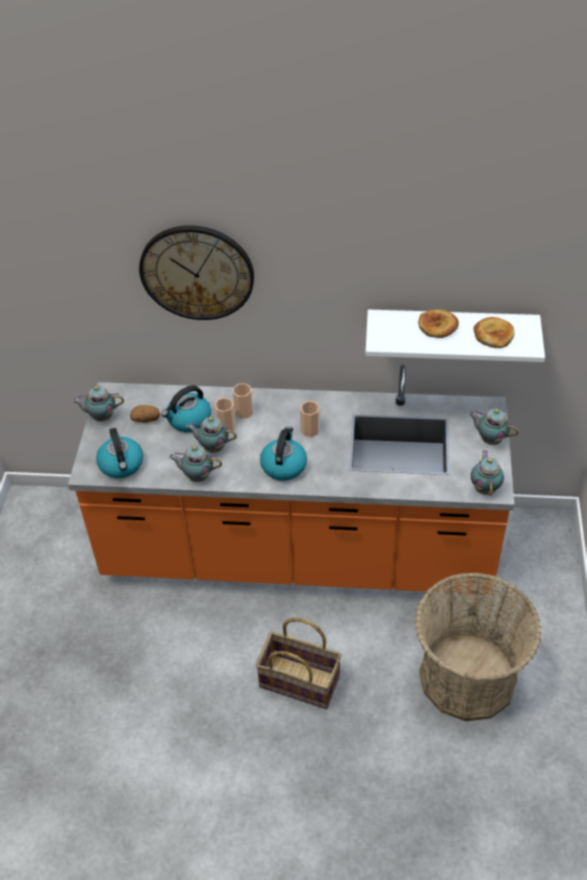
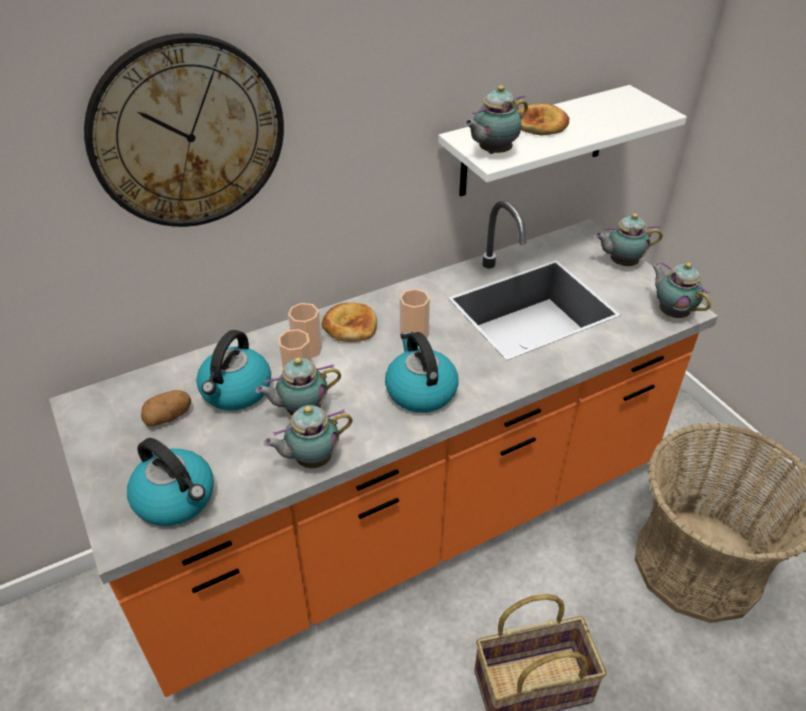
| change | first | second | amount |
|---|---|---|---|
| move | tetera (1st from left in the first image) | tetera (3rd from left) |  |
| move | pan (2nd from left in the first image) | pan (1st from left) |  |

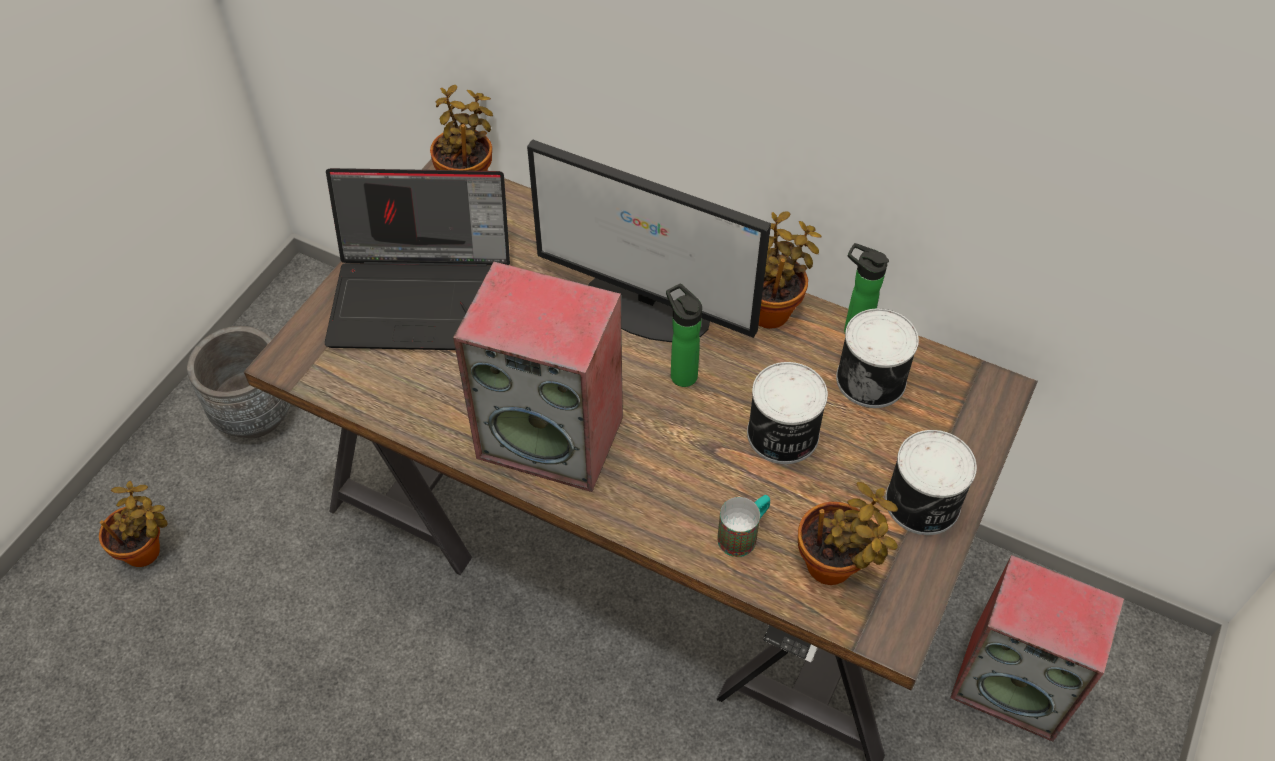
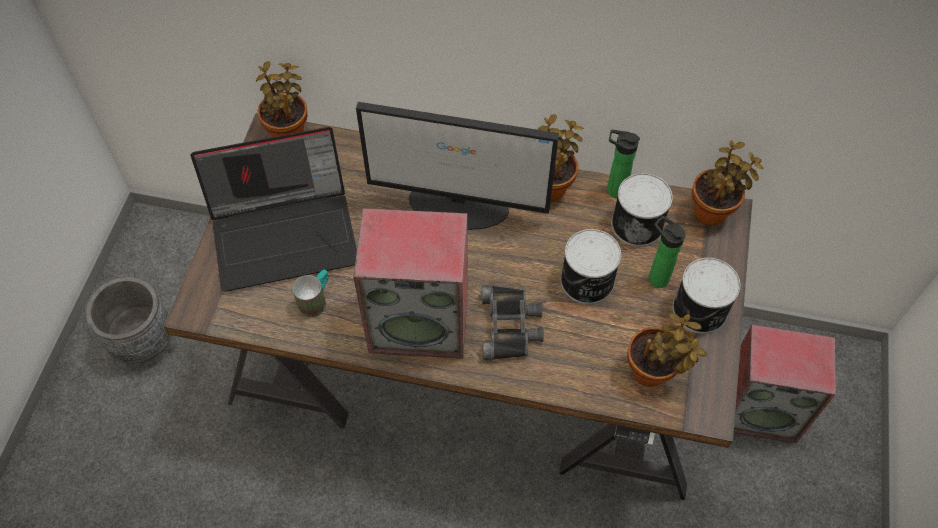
| change | first | second | amount |
|---|---|---|---|
| move | planta en maceta (1st from left in the first image) | planta en maceta (4th from left) |  |
| move | botella (1st from left in the first image) | botella (2nd from left) |  |
| move | taza grande |  |  |
| insert |  | prismáticos [negro] |  |

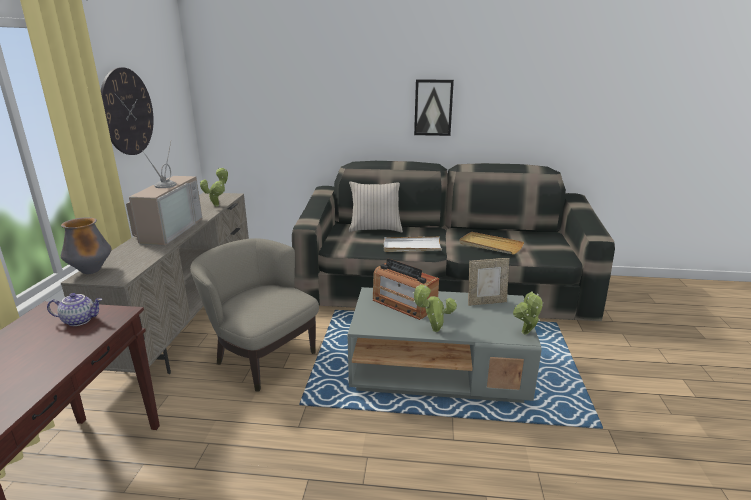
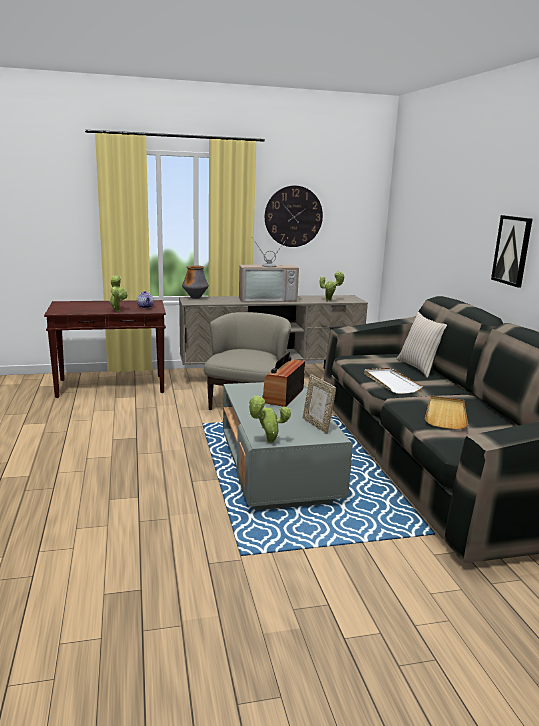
| change | first | second | amount |
|---|---|---|---|
| move | planta en maceta (2nd from left in the first image) | planta en maceta (1st from left) |  |

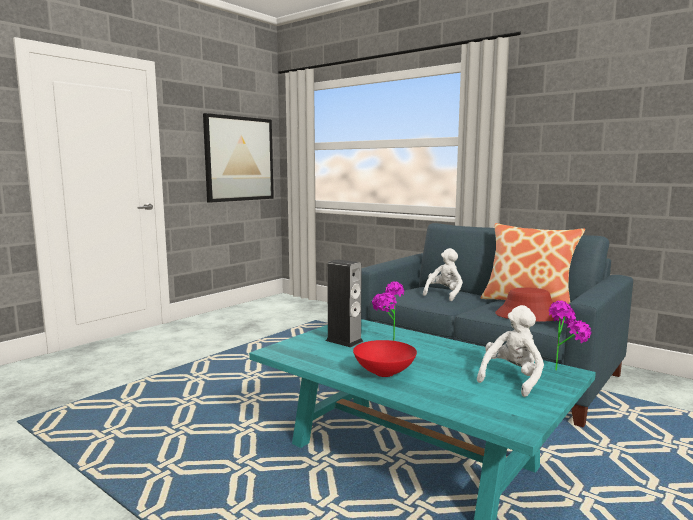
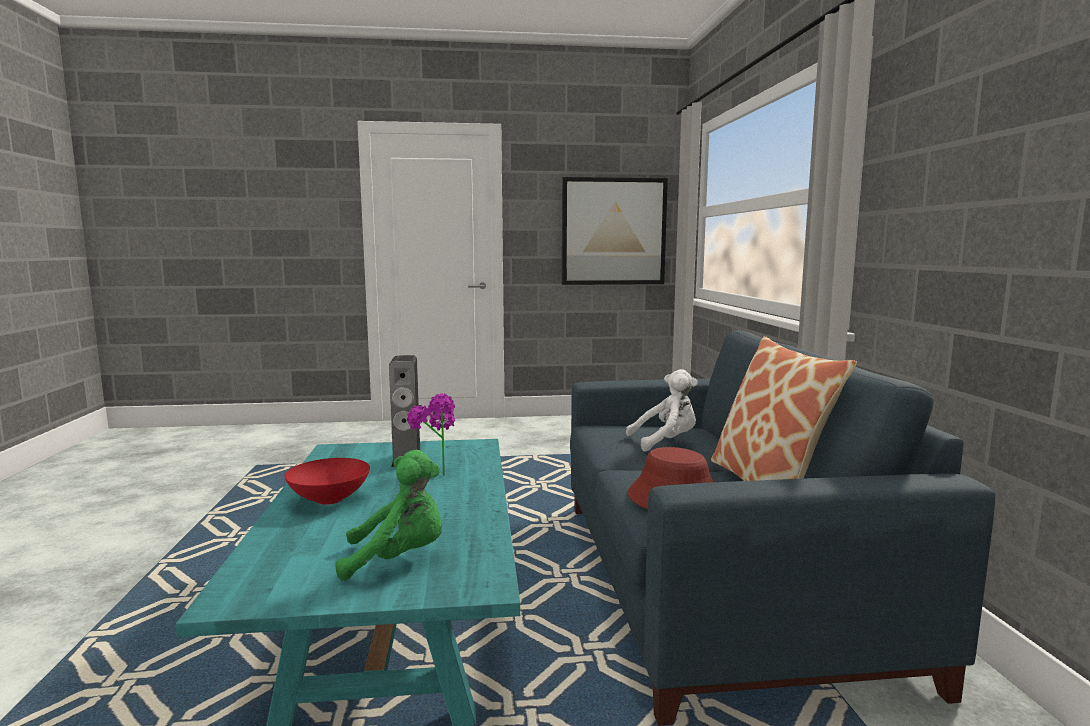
| change | first | second | amount |
|---|---|---|---|
| recolor | peluche [blanco] (2nd from left) | peluche [verde] |  |
| delete | planta en maceta (2nd from left) |  |  |

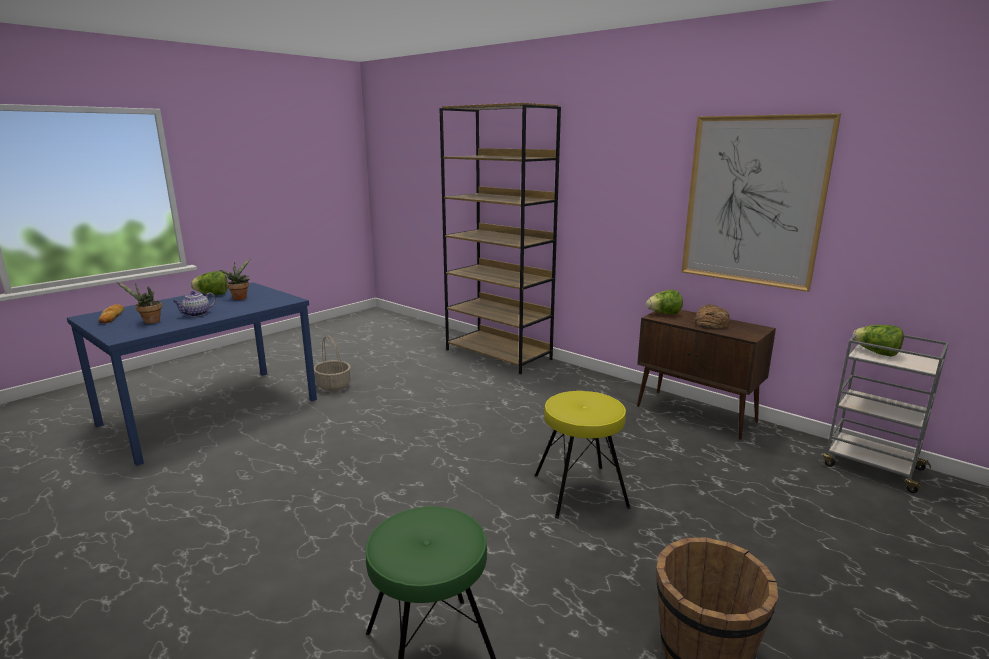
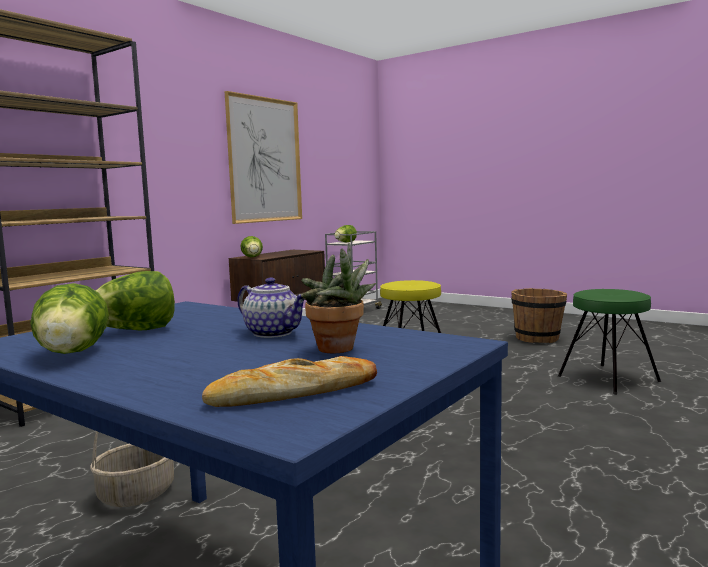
| change | first | second | amount |
|---|---|---|---|
| replace | planta en maceta (2nd from left) | lechuga (2nd from left) |  |
| delete | pan (2nd from left) |  |  |

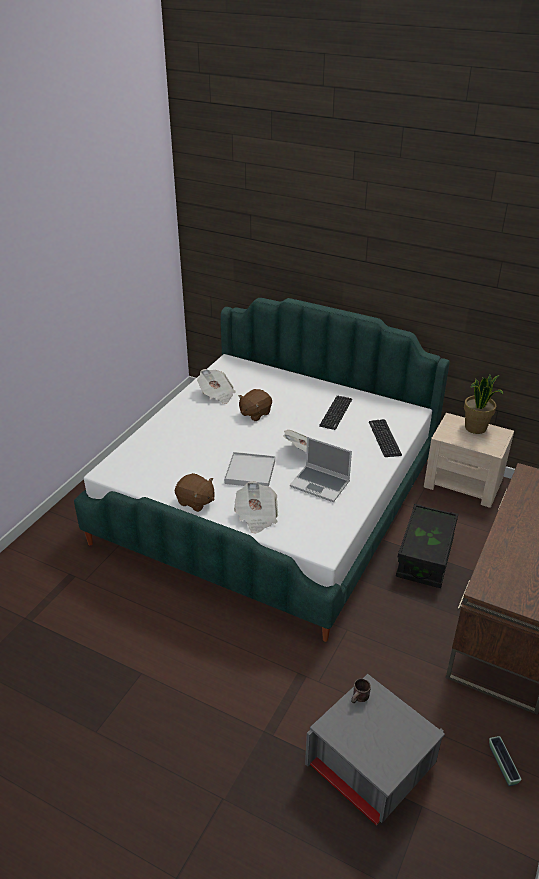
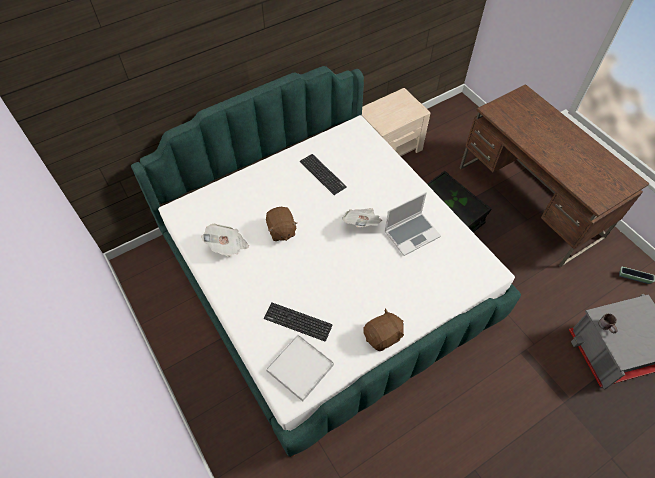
| change | first | second | amount |
|---|---|---|---|
| move | bandeja [blanco] |  |  |
| delete | periódico (2nd from left) |  |  |
| move | teclado (2nd from left in the first image) | teclado (1st from left) |  |
| delete | planta en maceta |  |  |

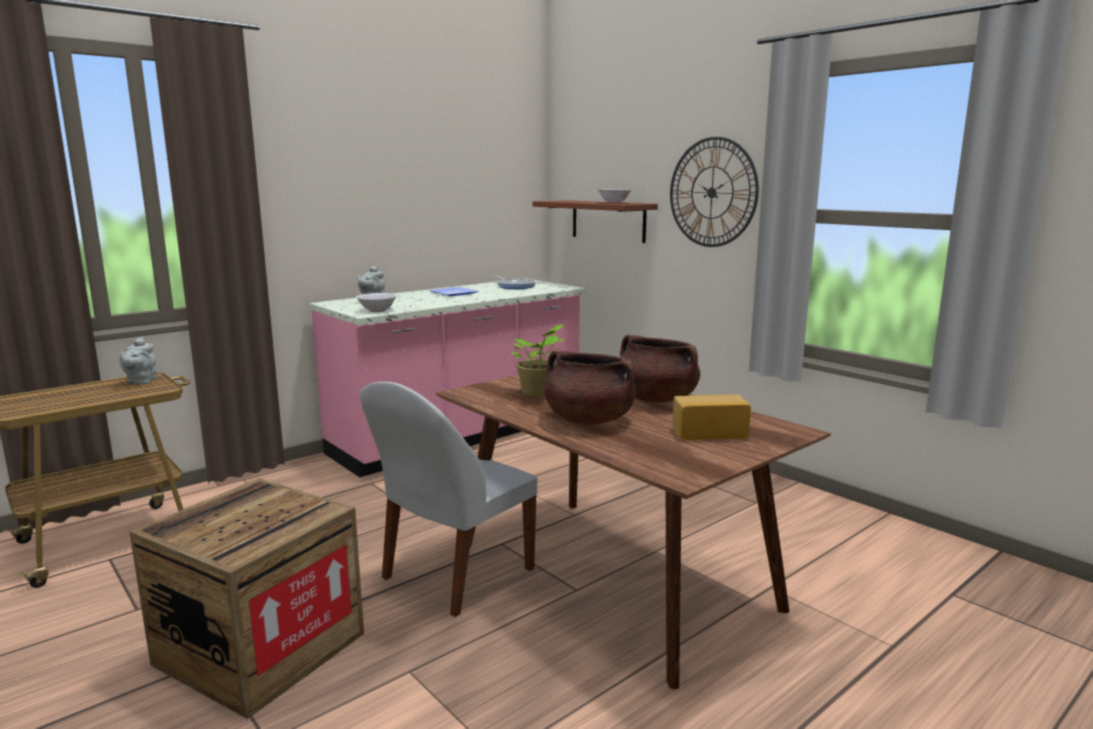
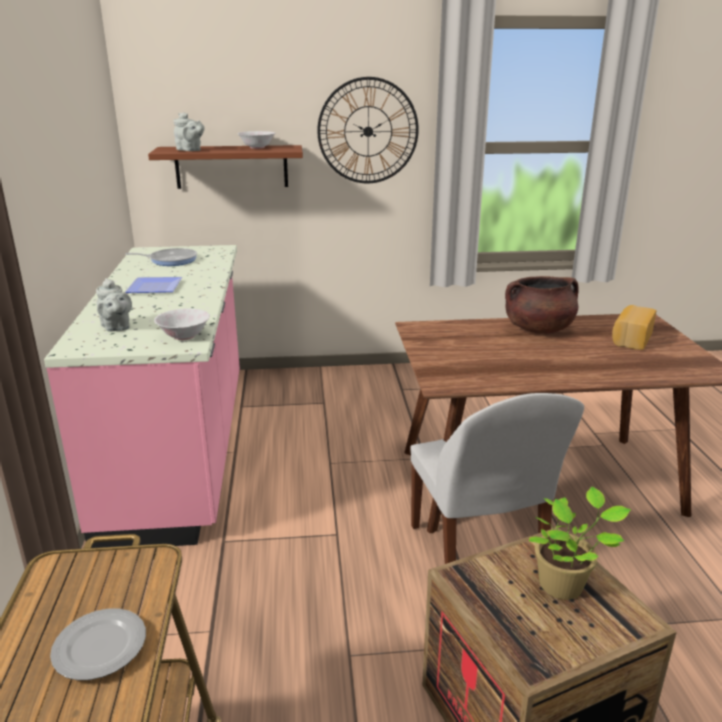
| change | first | second | amount |
|---|---|---|---|
| move | tetera [gris] (1st from left in the first image) | tetera [gris] (2nd from left) |  |
| move | planta en maceta |  |  |
| delete | olla [marrón] (1st from left) |  |  |
| insert |  | plato (1st from left) |  |

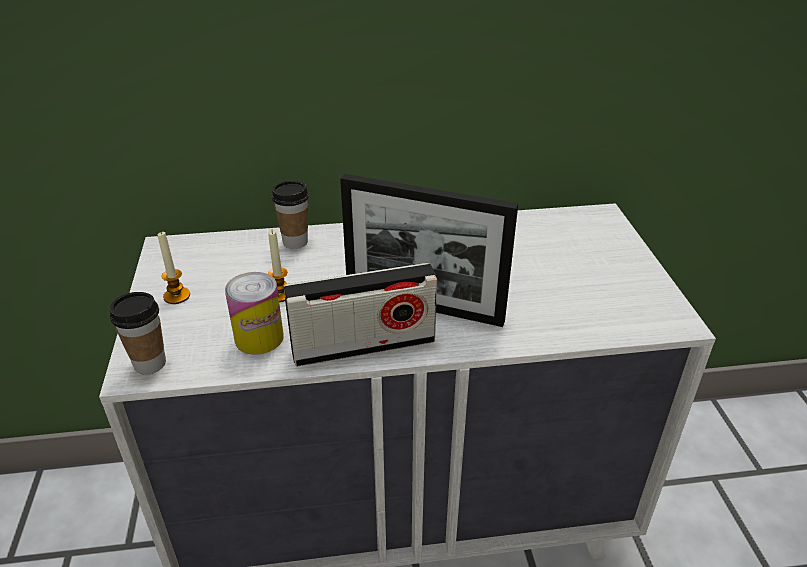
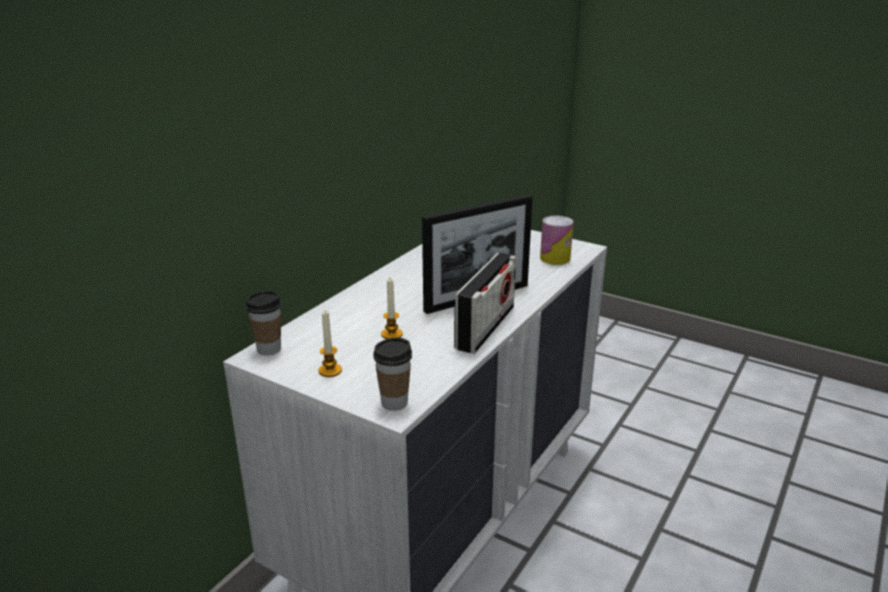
| change | first | second | amount |
|---|---|---|---|
| move | lata |  |  |
| move | taza (2nd from left in the first image) | taza (1st from left) |  |

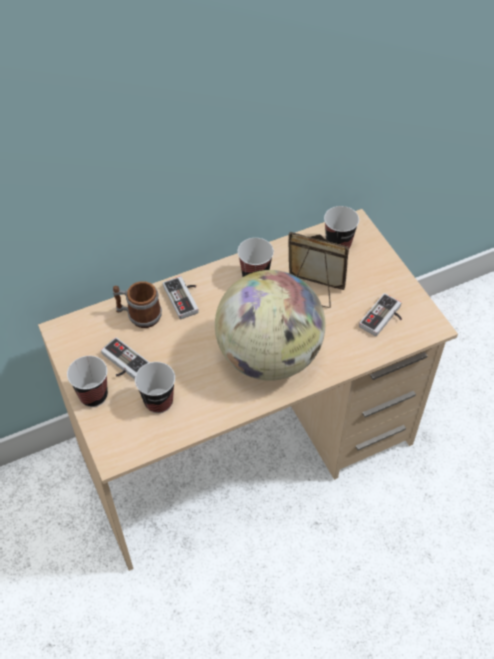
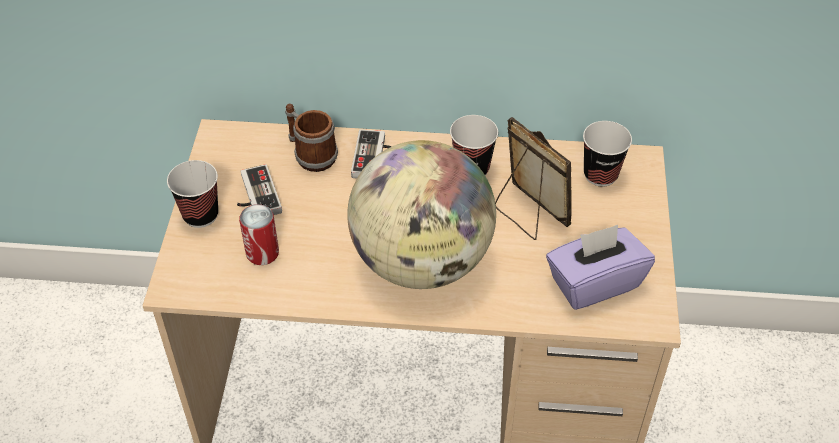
| change | first | second | amount |
|---|---|---|---|
| replace | taza (2nd from left) | lata |  |
| replace | mando de consola (3rd from left) | caja de pañuelos [morado] |  |

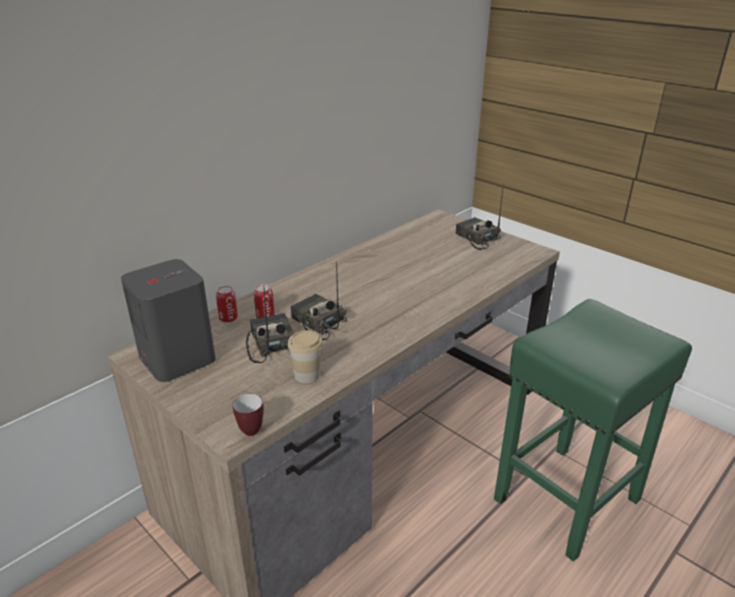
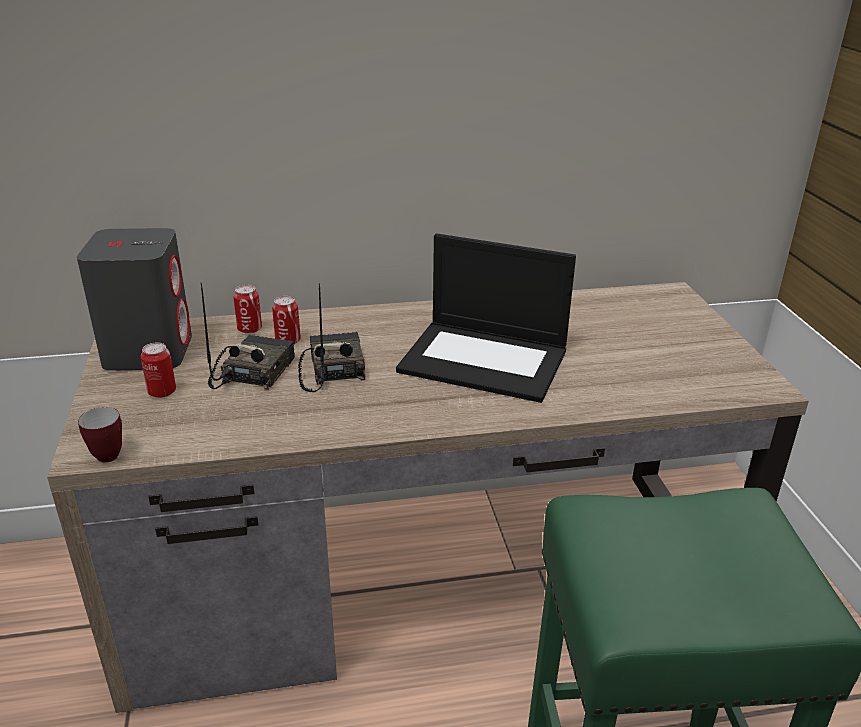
| change | first | second | amount |
|---|---|---|---|
| delete | taza |  |  |
| delete | radio (3rd from left) |  |  |
| insert |  | lata (1st from left) |  |
| insert |  | portátil |  |

